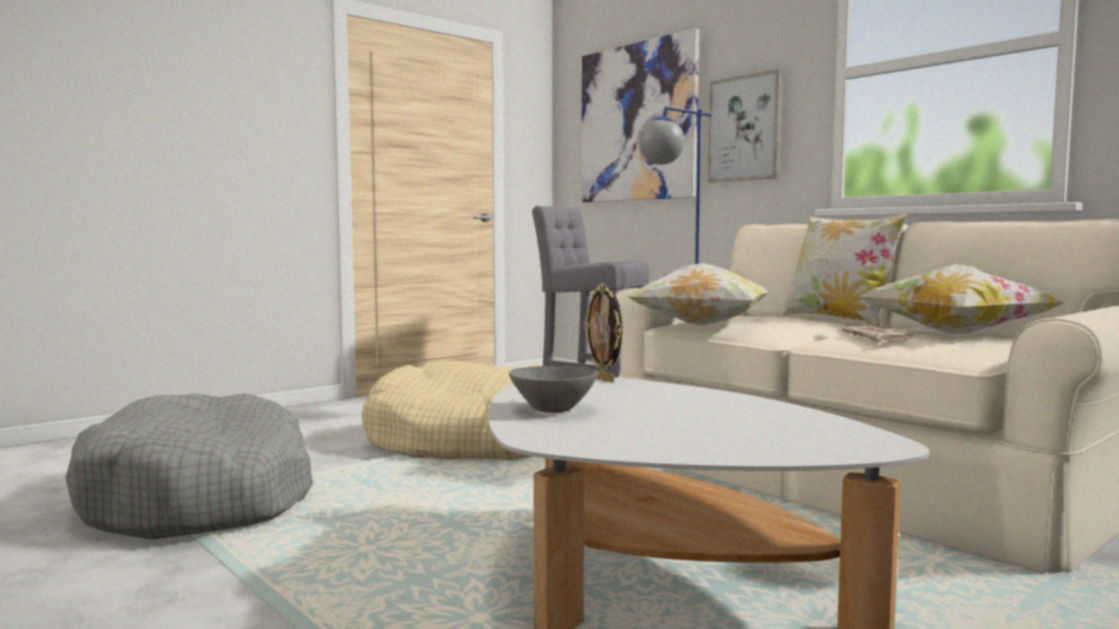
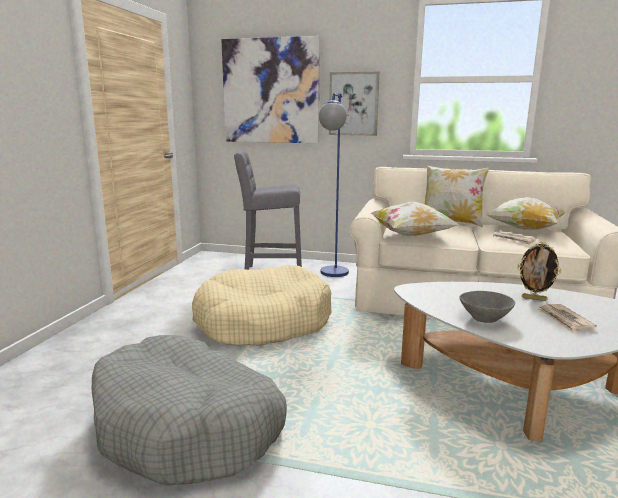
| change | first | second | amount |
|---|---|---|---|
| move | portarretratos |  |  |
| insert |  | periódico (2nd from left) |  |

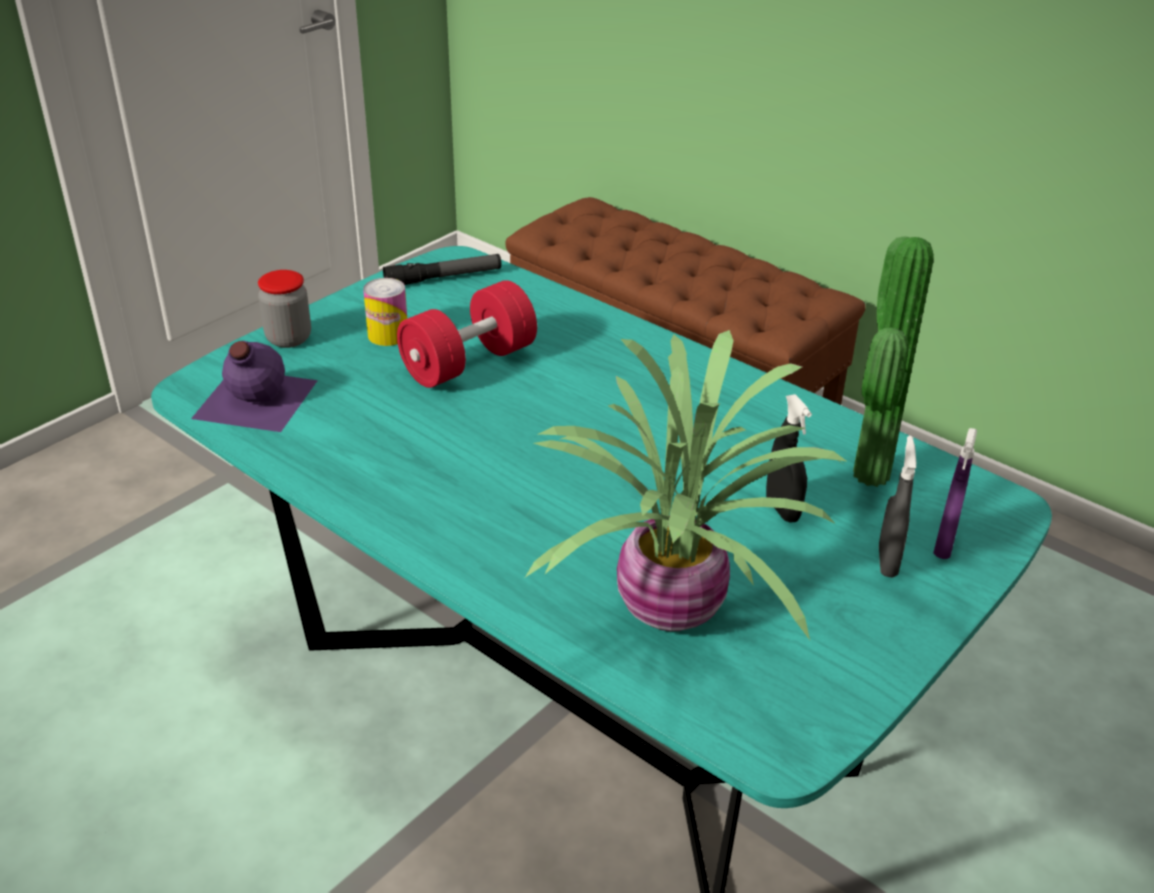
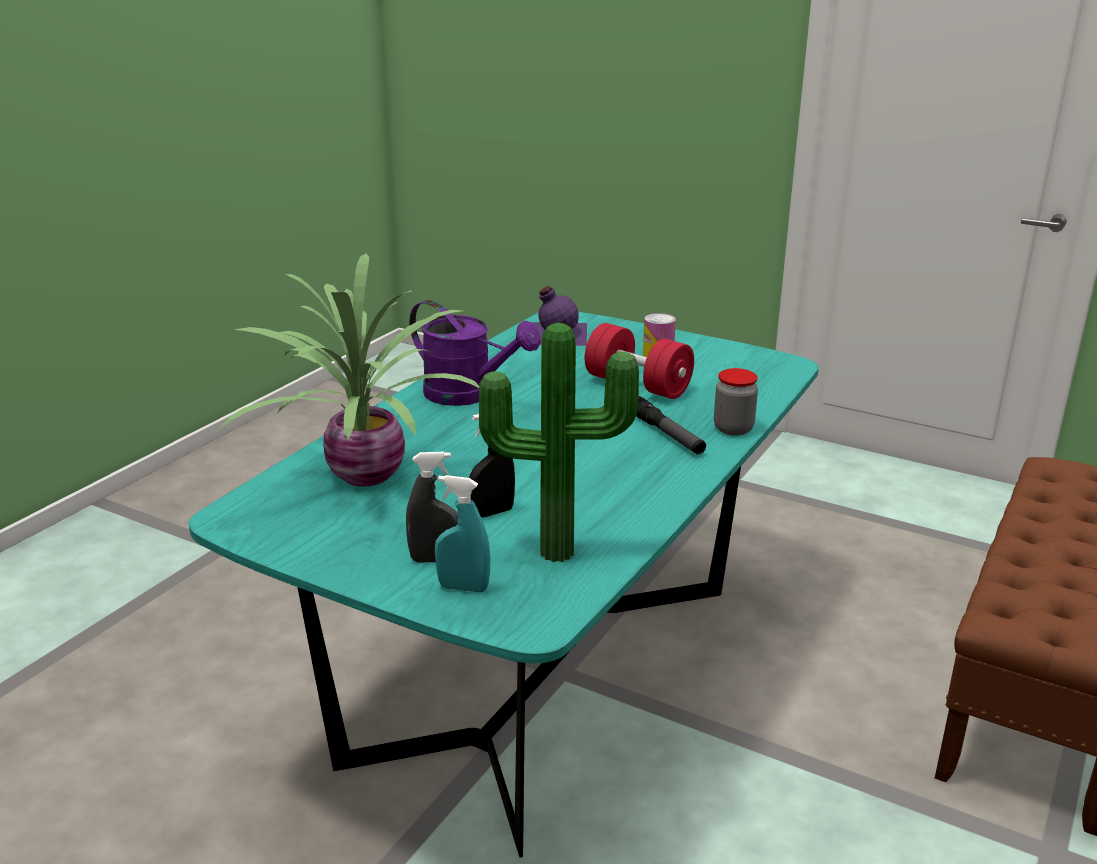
| change | first | second | amount |
|---|---|---|---|
| move | tarro |  |  |
| move | linterna |  |  |
| recolor | pulverizador [morado] | pulverizador [turquesa] |  |
| insert |  | regadera [morado] |  |

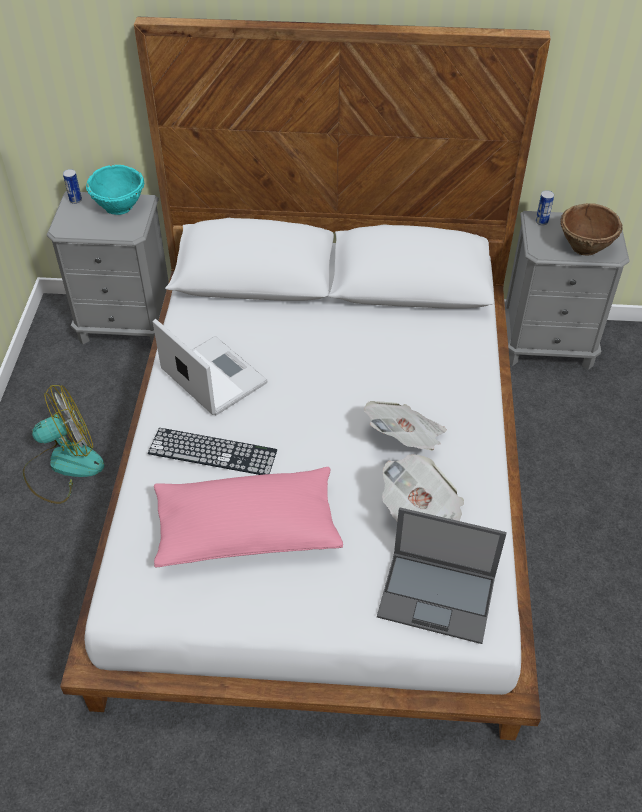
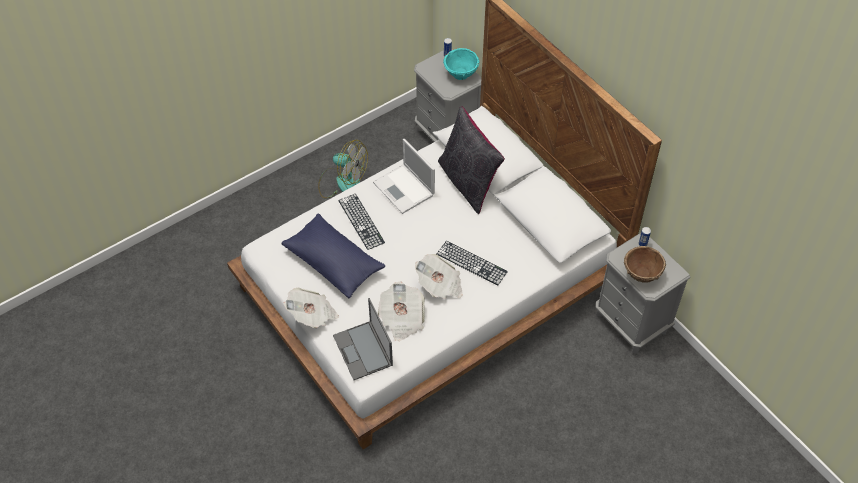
| change | first | second | amount |
|---|---|---|---|
| rotate | portátil (1st from left in the first image) | portátil (2nd from left) | 135 degrees clockwise |
| recolor | cojín [rosa] | cojín [azul] |  |
| insert |  | periódico (1st from left) |  |
| insert |  | teclado (2nd from left) |  |
| insert |  | cojín [negro] |  |

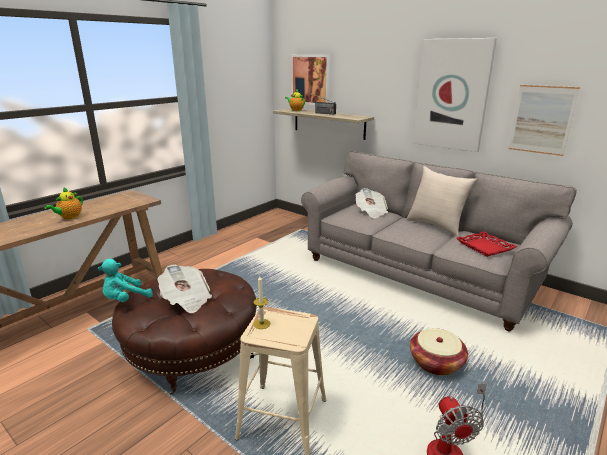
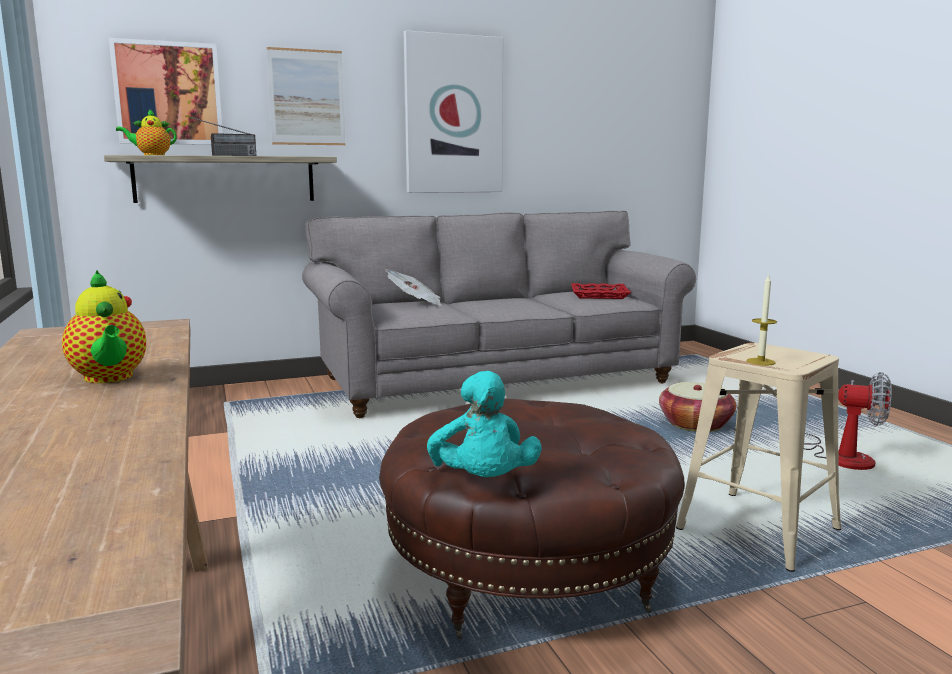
| change | first | second | amount |
|---|---|---|---|
| delete | periódico (1st from left) |  |  |
| delete | cojín [beis] |  |  |
| move | cuadro (3rd from left in the first image) | cuadro (2nd from left) |  |

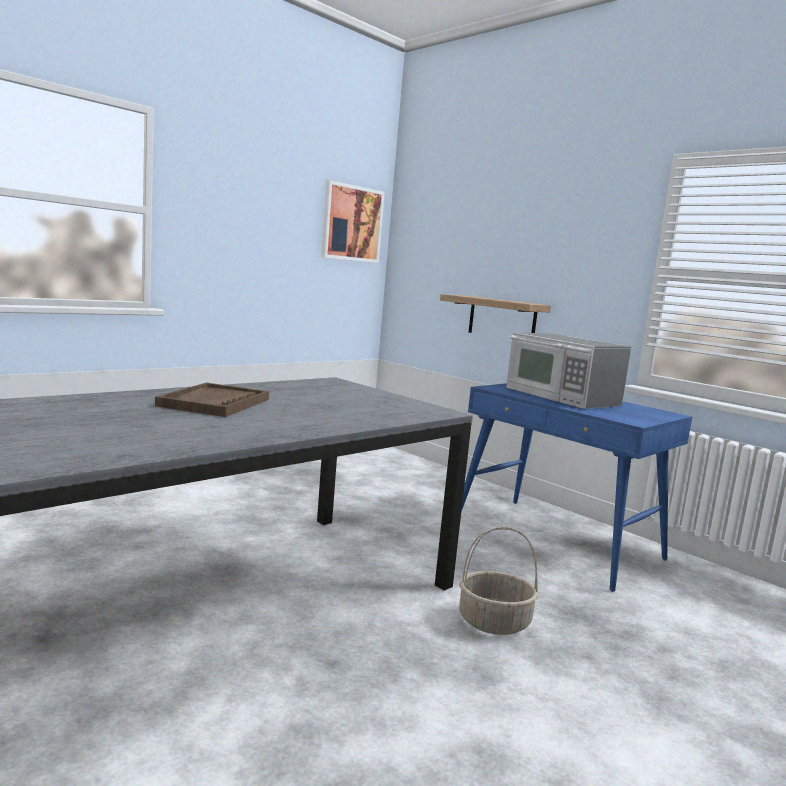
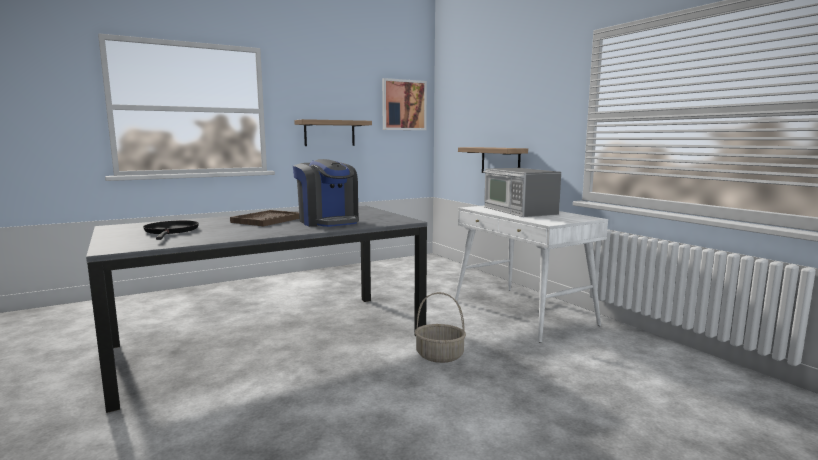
| change | first | second | amount |
|---|---|---|---|
| recolor | escritorio [azul] | escritorio [blanco] |  |
| insert |  | sartén [negro] |  |
| insert |  | cafetera |  |
| insert |  | estante (1st from left) |  |

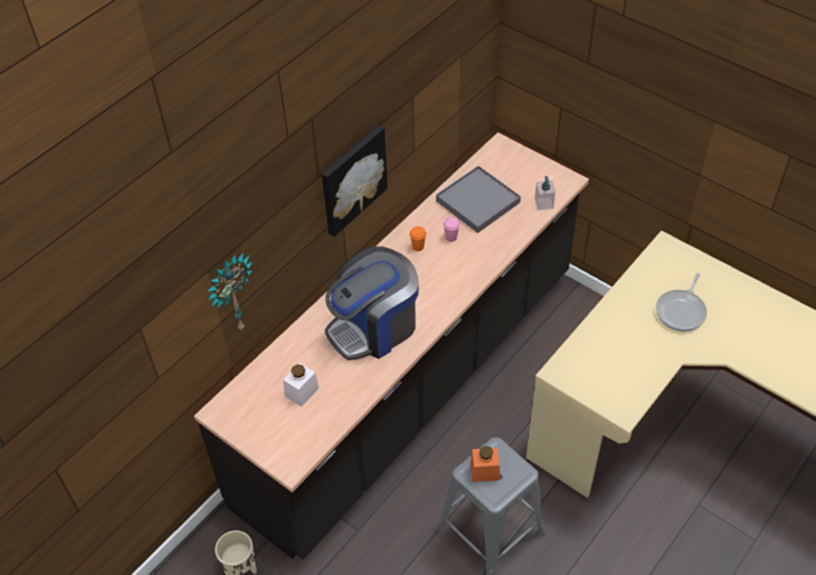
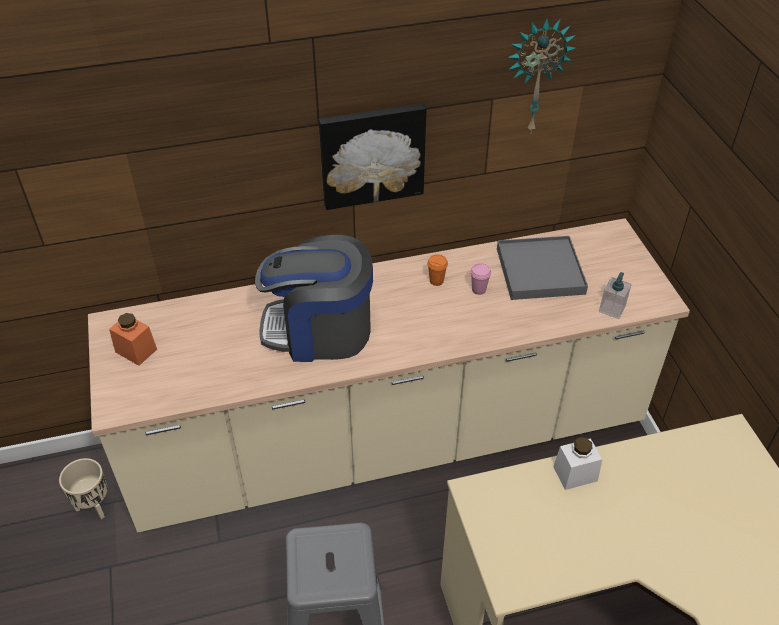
| change | first | second | amount |
|---|---|---|---|
| recolor | mueble bajo de cocina [negro] | mueble bajo de cocina [beis] |  |
| move | reloj de pared |  |  |
| move | tarro [blanco] |  |  |
| move | tarro [naranja] |  |  |
| delete | sartén |  |  |

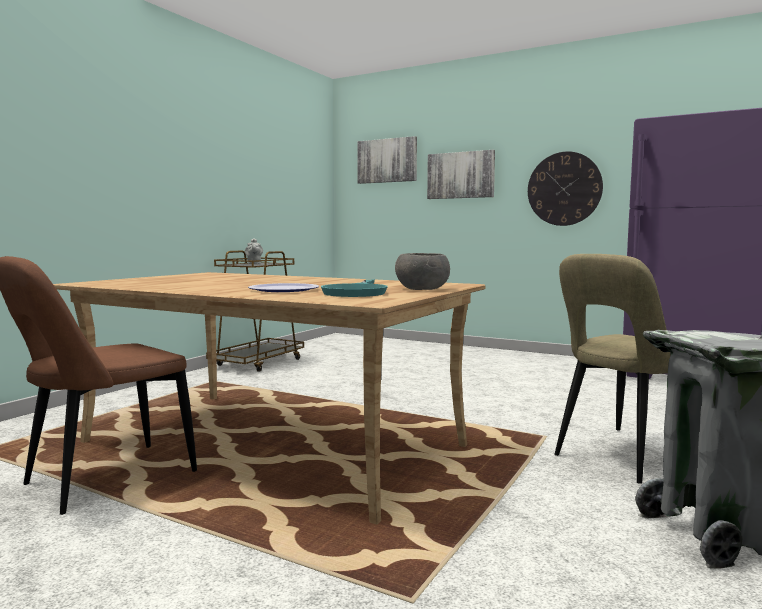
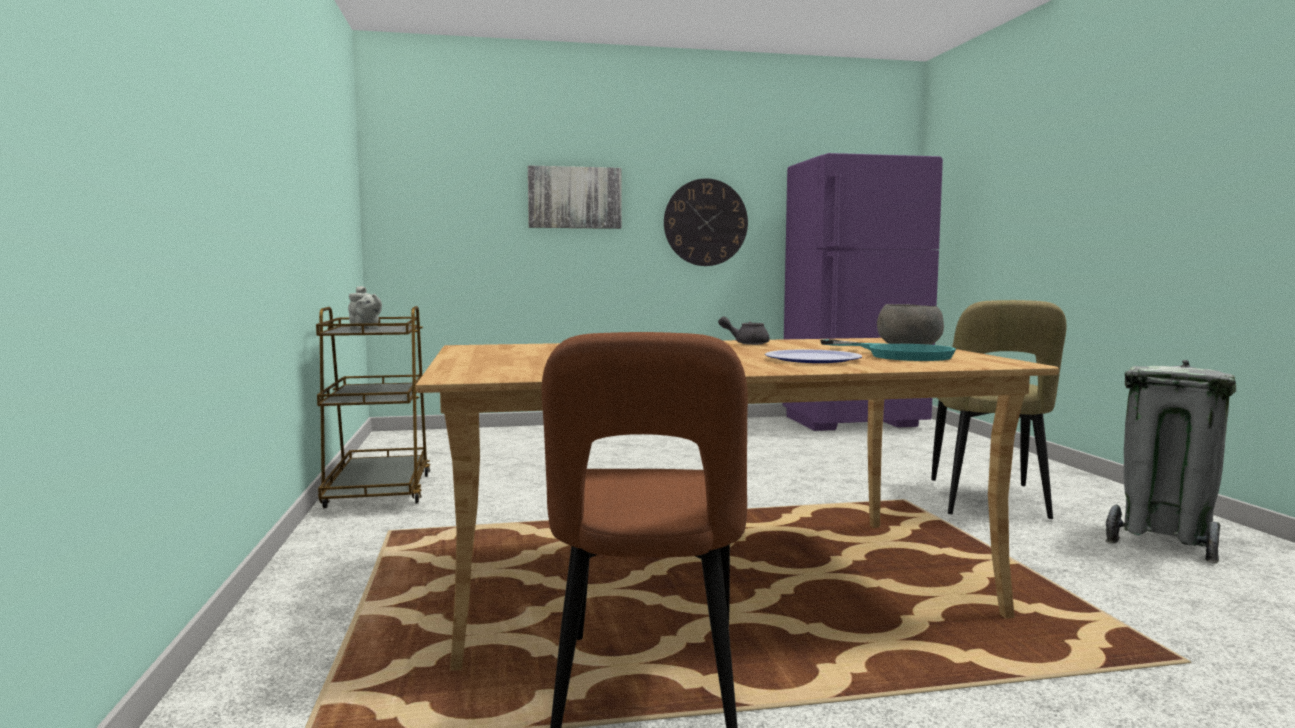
| change | first | second | amount |
|---|---|---|---|
| delete | cuadro (1st from left) |  |  |
| insert |  | tetera [gris] (2nd from left) |  |

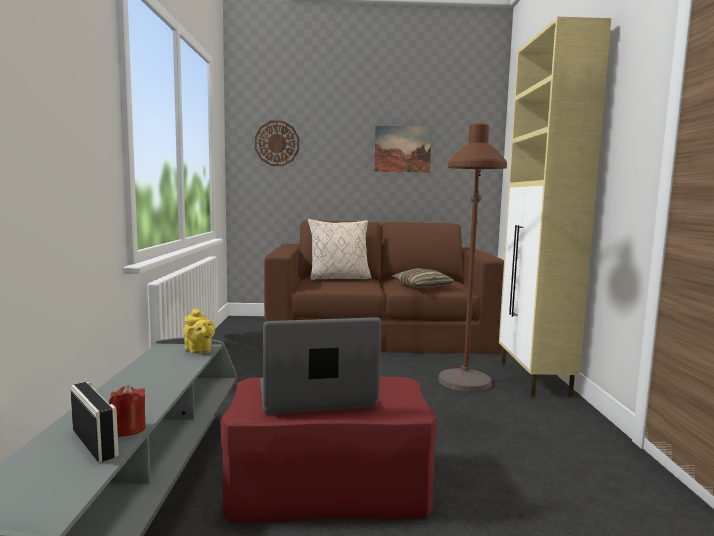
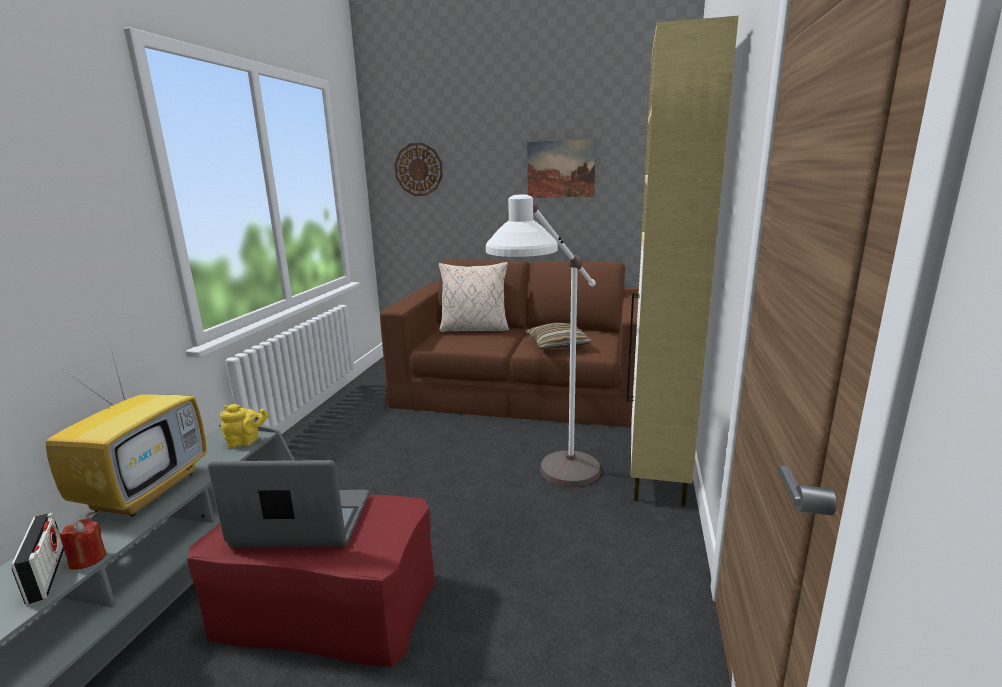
| change | first | second | amount |
|---|---|---|---|
| rotate | tetera [amarillo] |  | 75 degrees counterclockwise |
| recolor | lámpara de pie [marrón] | lámpara de pie [blanco] |  |
| insert |  | televisor |  |

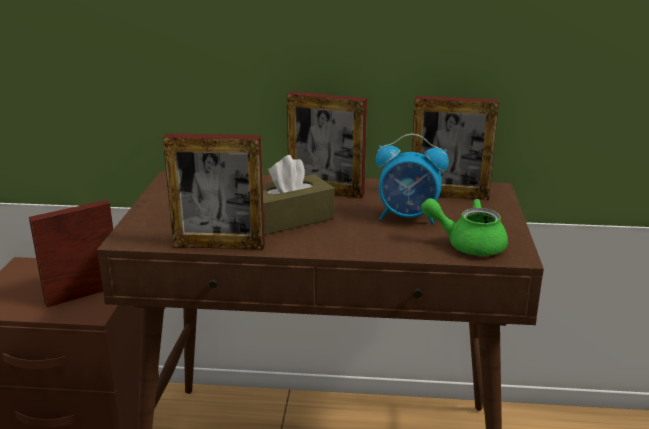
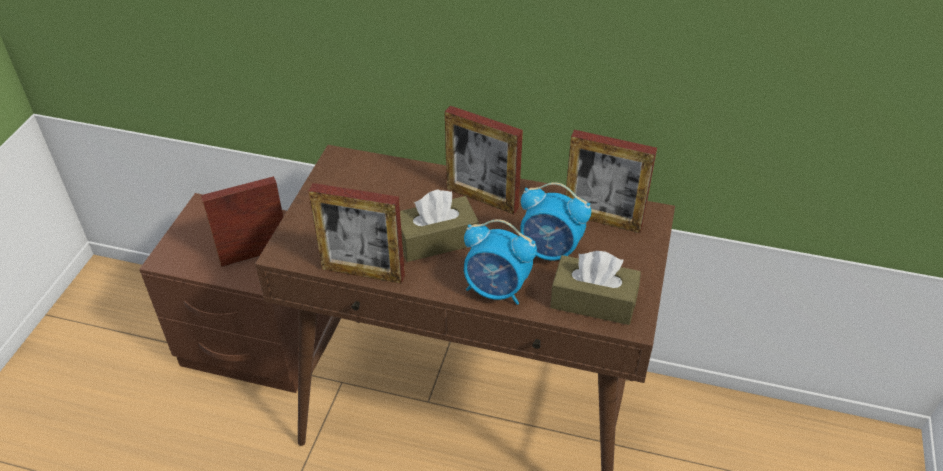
| change | first | second | amount |
|---|---|---|---|
| replace | tetera [verde] | caja de pañuelos [marrón] (2nd from left) |  |
| insert |  | despertador (1st from left) |  |

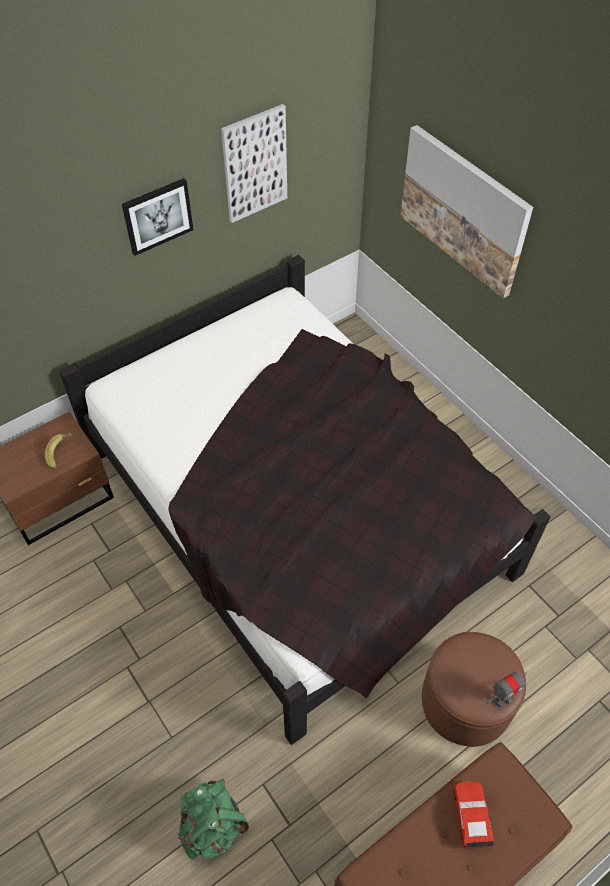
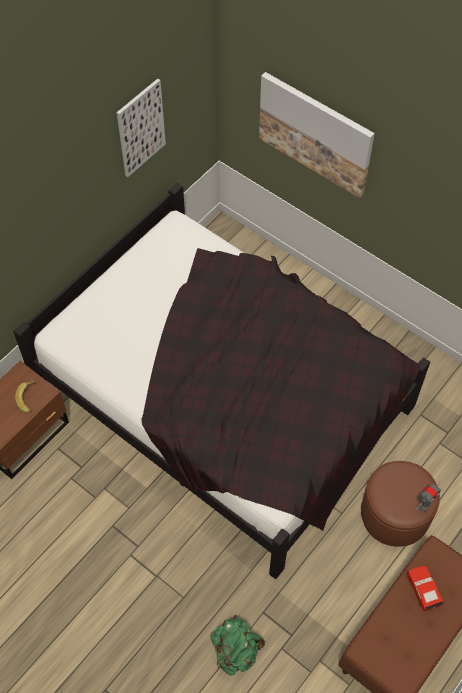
| change | first | second | amount |
|---|---|---|---|
| delete | cuadro (1st from left) |  |  |

